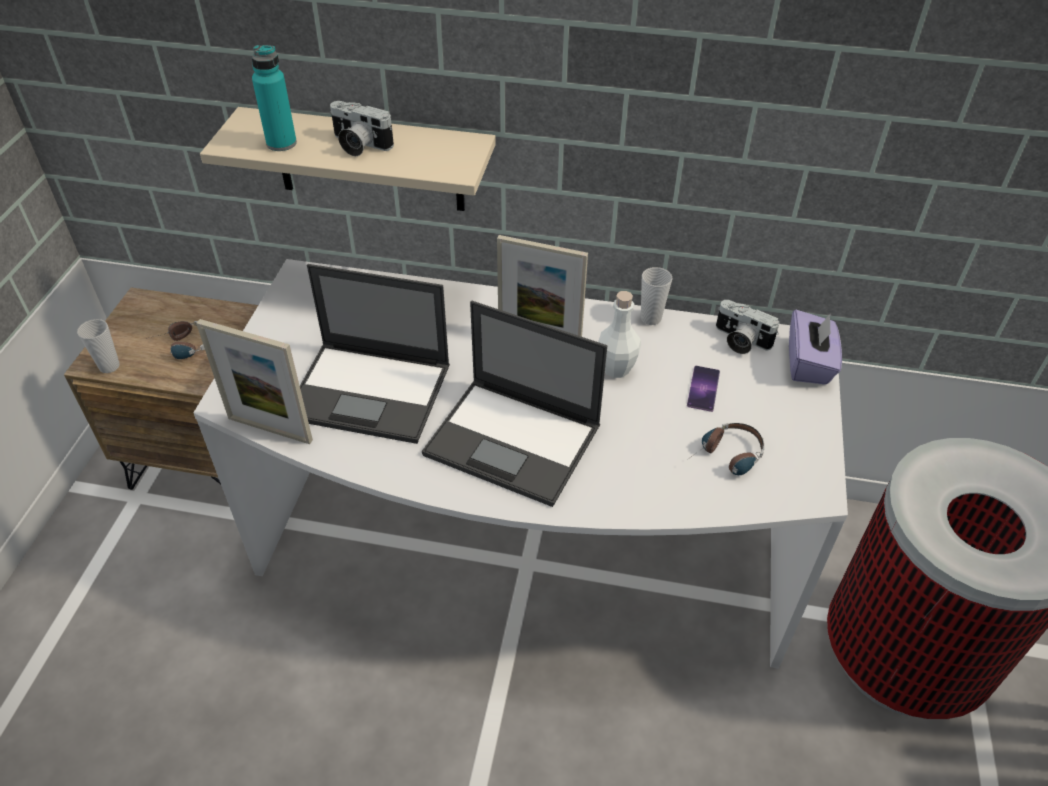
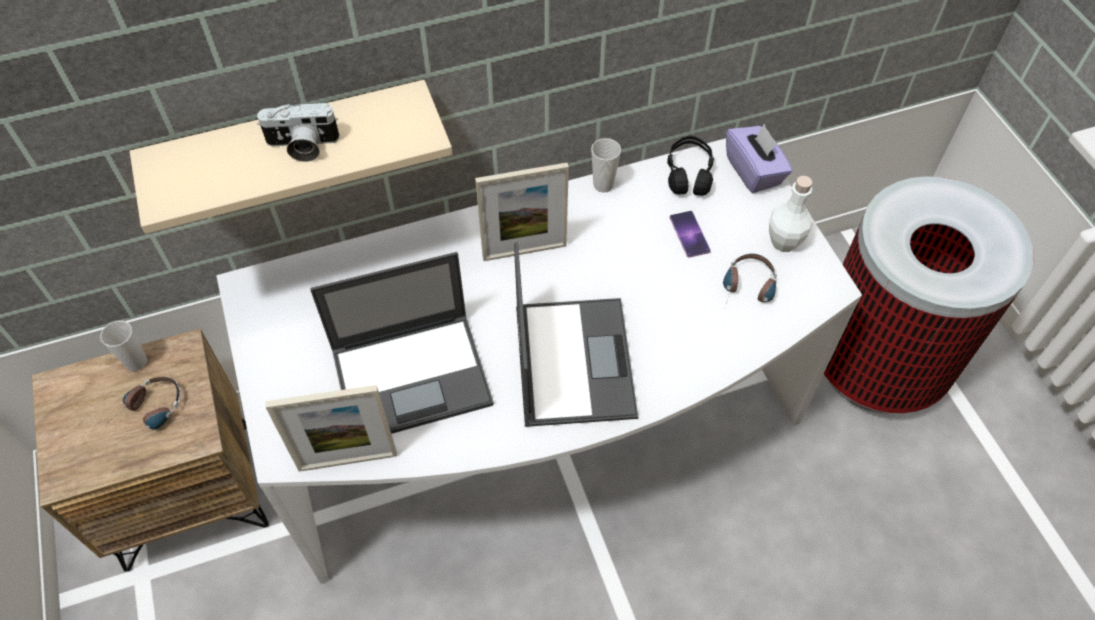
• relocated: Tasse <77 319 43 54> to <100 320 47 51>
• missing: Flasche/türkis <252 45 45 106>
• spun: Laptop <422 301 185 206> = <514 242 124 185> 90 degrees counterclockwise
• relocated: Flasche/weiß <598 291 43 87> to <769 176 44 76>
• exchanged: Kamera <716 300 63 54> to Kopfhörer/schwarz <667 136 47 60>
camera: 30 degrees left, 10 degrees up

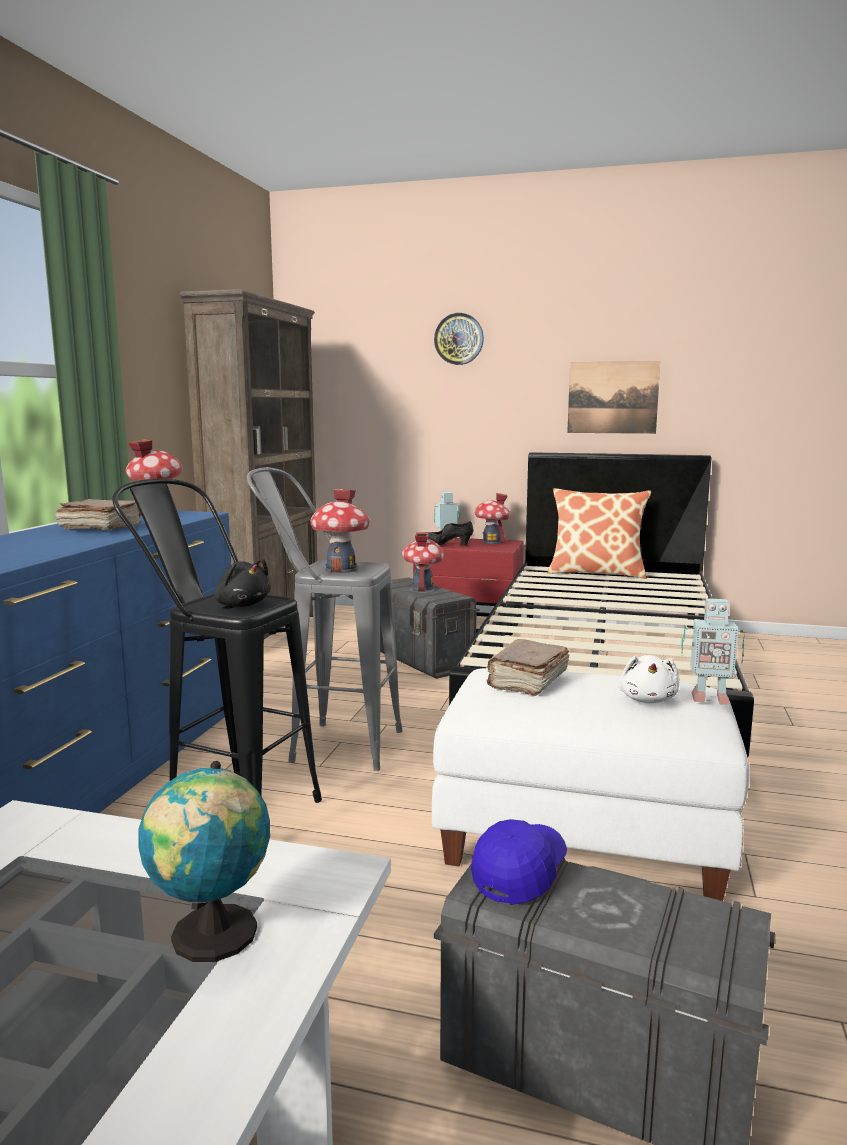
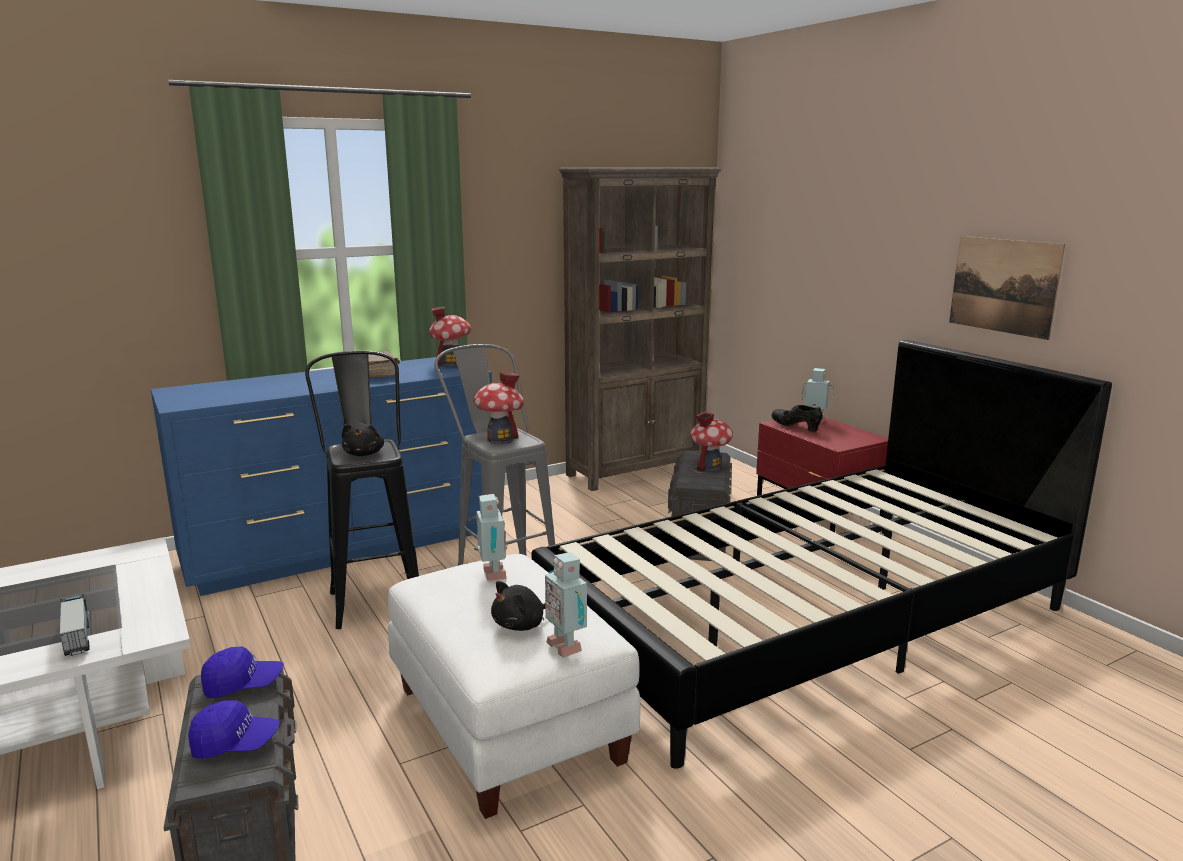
• exchanged: Globus <138 761 132 201> to Spielzeuglaster <60 594 30 62>
• missing: Wanduhr <434 313 50 52>
• missing: Spielzeughaus <474 493 36 51>
• exchanged: Buch/braun <487 639 83 57> to Spielzeugroboter <474 494 33 87>
• missing: Kissen <547 488 104 91>
• colour: Plüschtier/weiß <618 655 61 48> to Plüschtier/schwarz <491 581 55 50>
• appeared: Kappe/blau <188 700 91 59>
camera: 45 degrees right, 5 degrees up

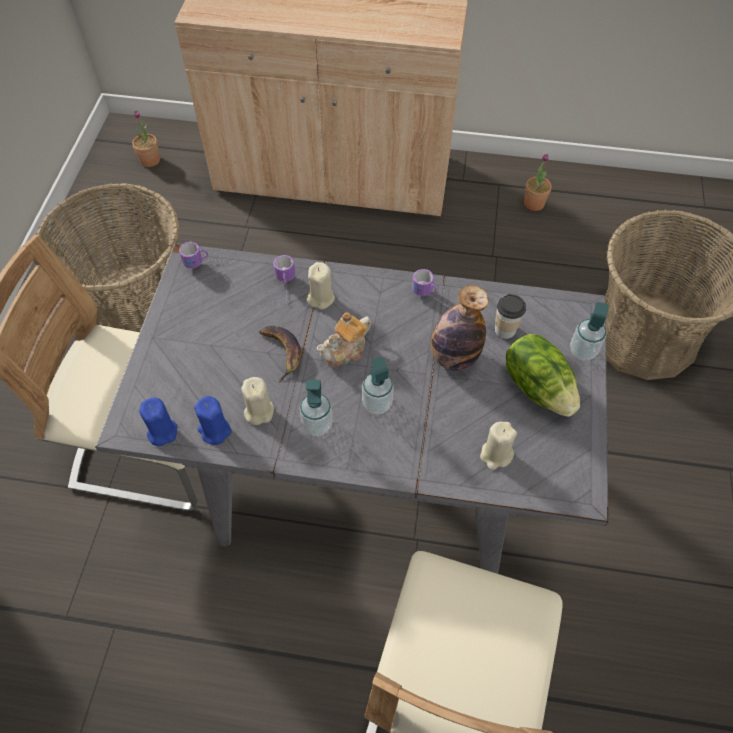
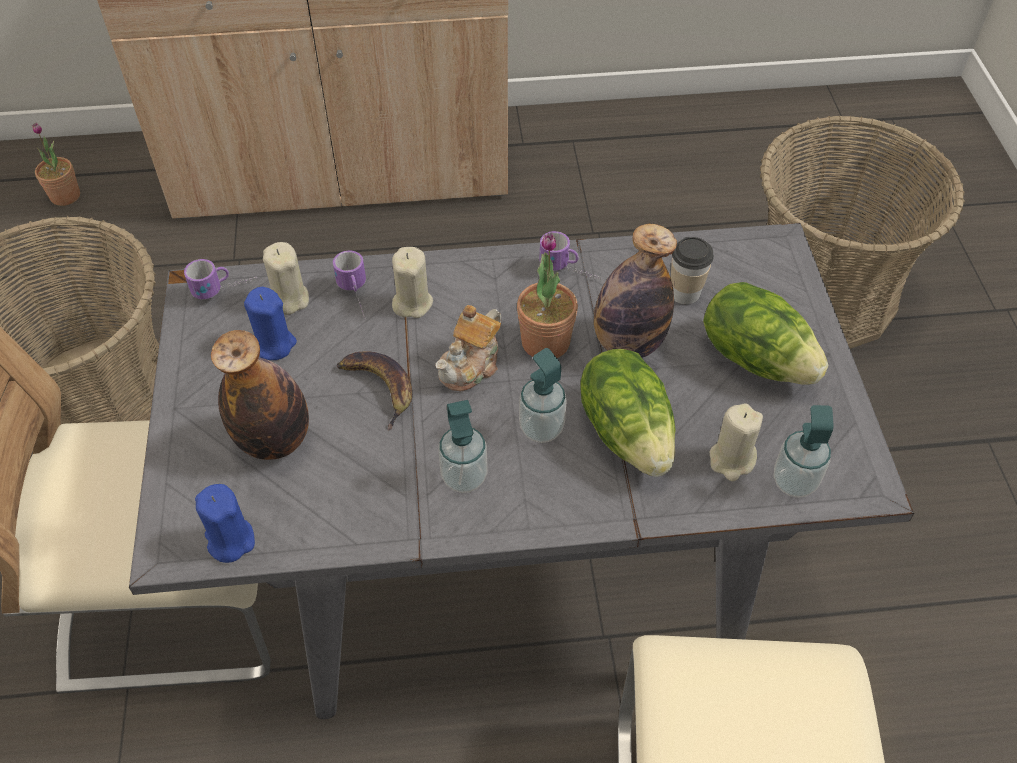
• relocated: Kerze/blau <194 396 37 49> to <244 287 53 73>
• relocated: Kerze/beige <242 377 32 48> to <263 242 46 73>
• relocated: Topfpflanze <524 154 28 57> to <517 233 61 125>
• relocated: Seifenspender <570 302 39 59> to <774 405 59 93>
• appeared: Flasche <211 330 98 130>
• appeared: Salatkopf <580 349 95 128>
camera: 15 degrees left, 5 degrees down

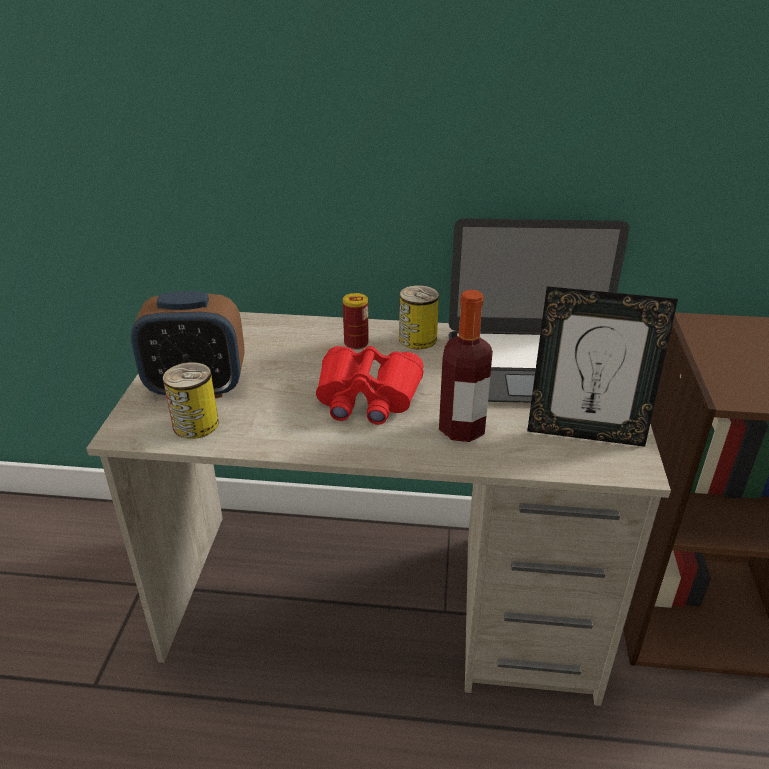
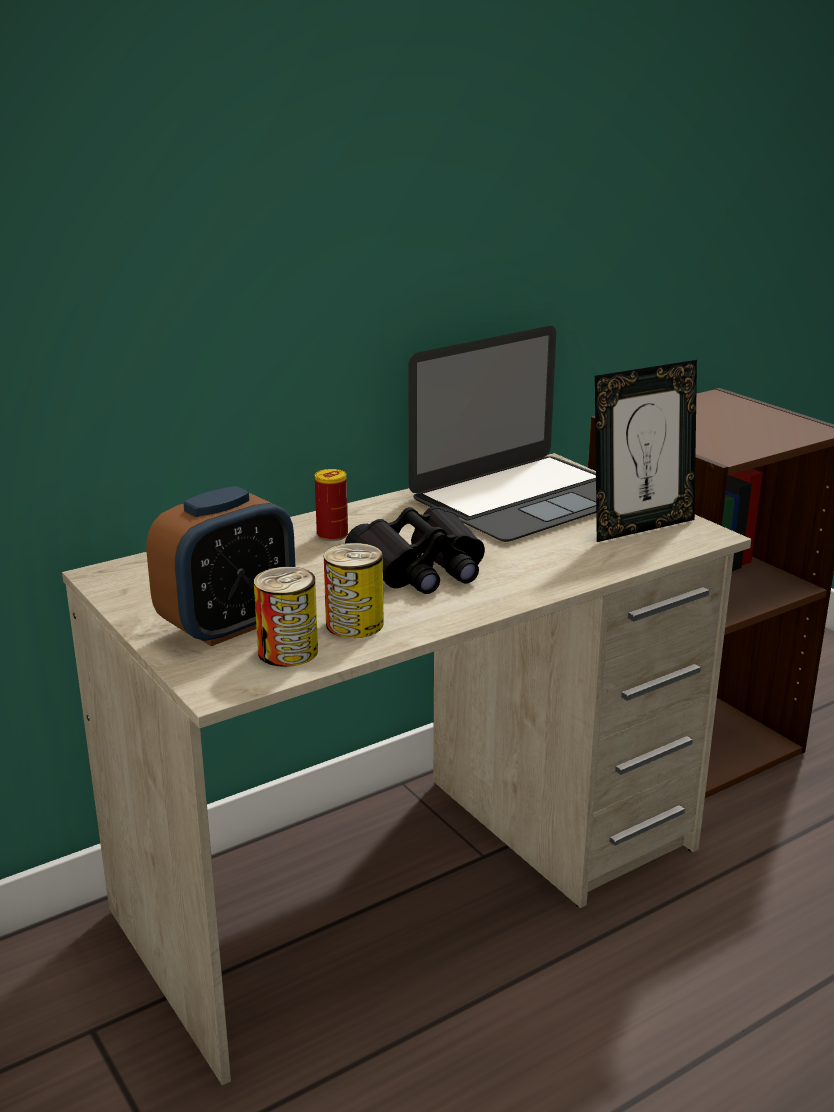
• colour: Fernglas/rot <316 346 107 79> to Fernglas/schwarz <345 506 140 88>
• relocated: Dose <399 285 40 64> to <324 543 60 95>
• missing: Flasche <439 290 54 152>
camera: 40 degrees left, 10 degrees down

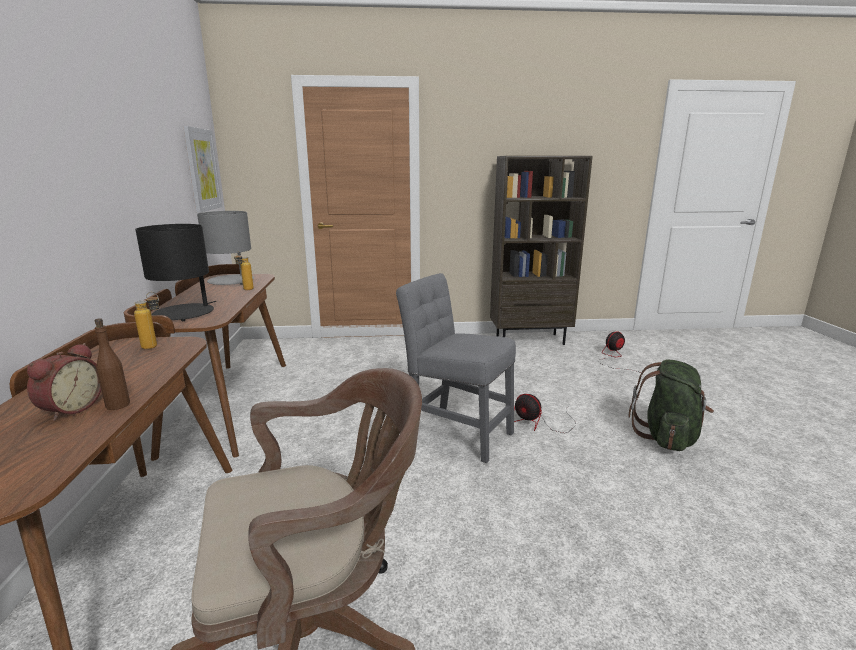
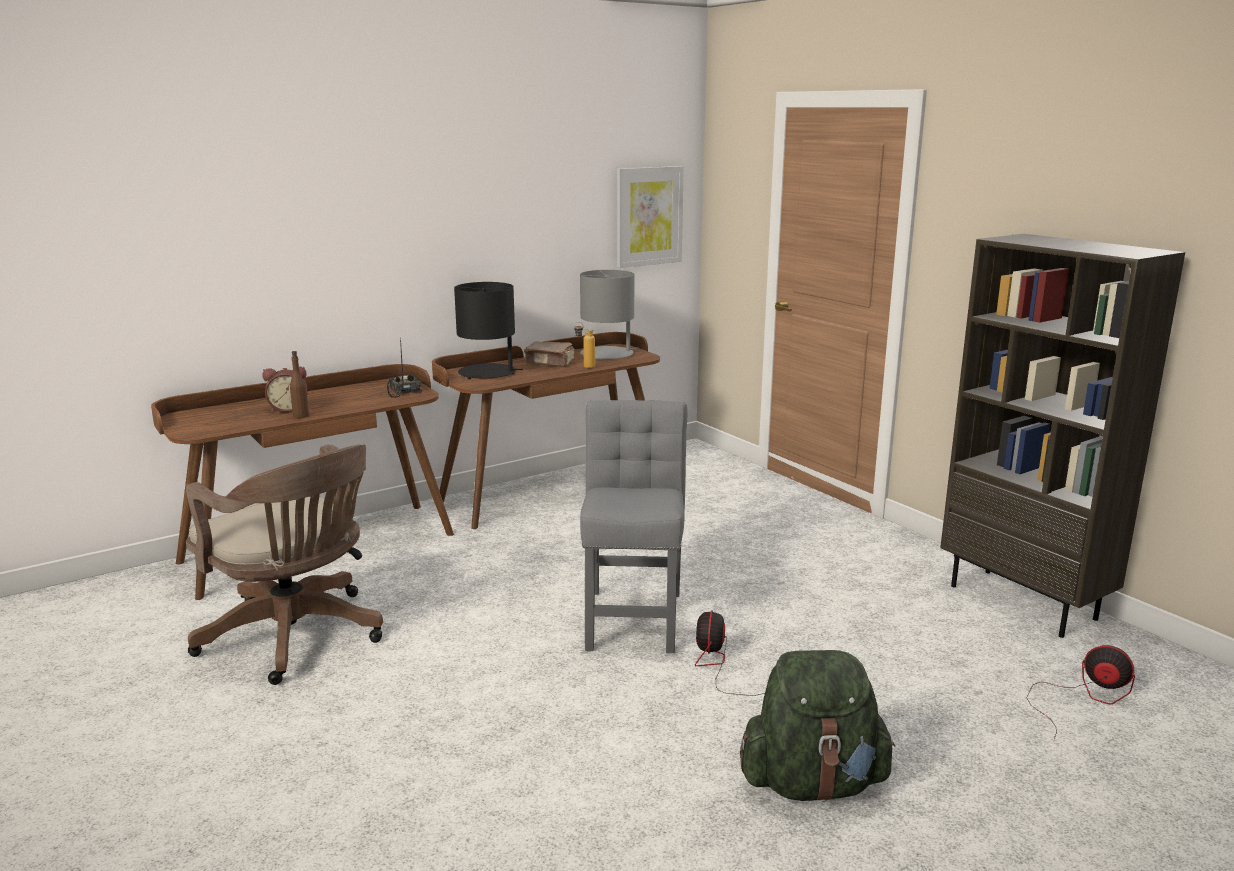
• exchanged: Flasche <134 292 25 57> to Radio <387 337 35 61>
• appeared: Buch/braun <524 342 51 25>
camera: 60 degrees right, 0 degrees up

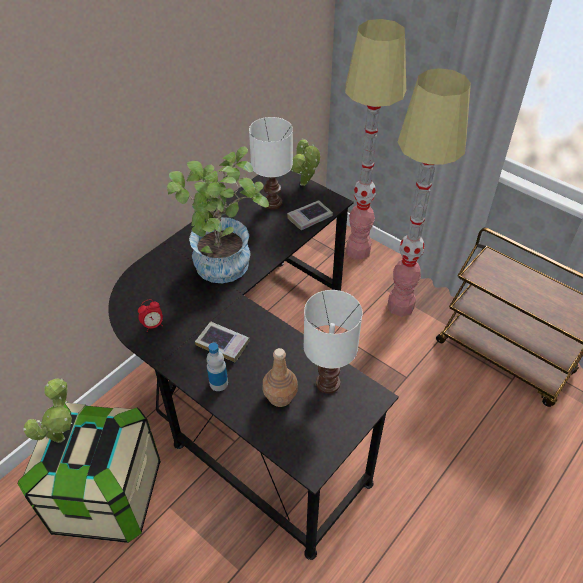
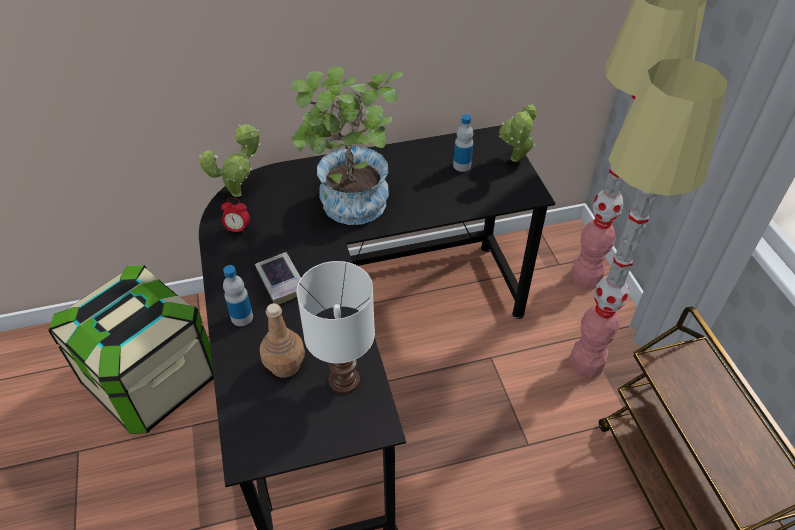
• relocated: Topfpflanze <23 379 49 64> to <199 125 61 72>
• exchanged: Tischlampe/weiß <249 117 44 92> to Flasche <453 114 20 58>
• missing: Buch <287 200 46 30>
camera: 35 degrees right, 0 degrees up

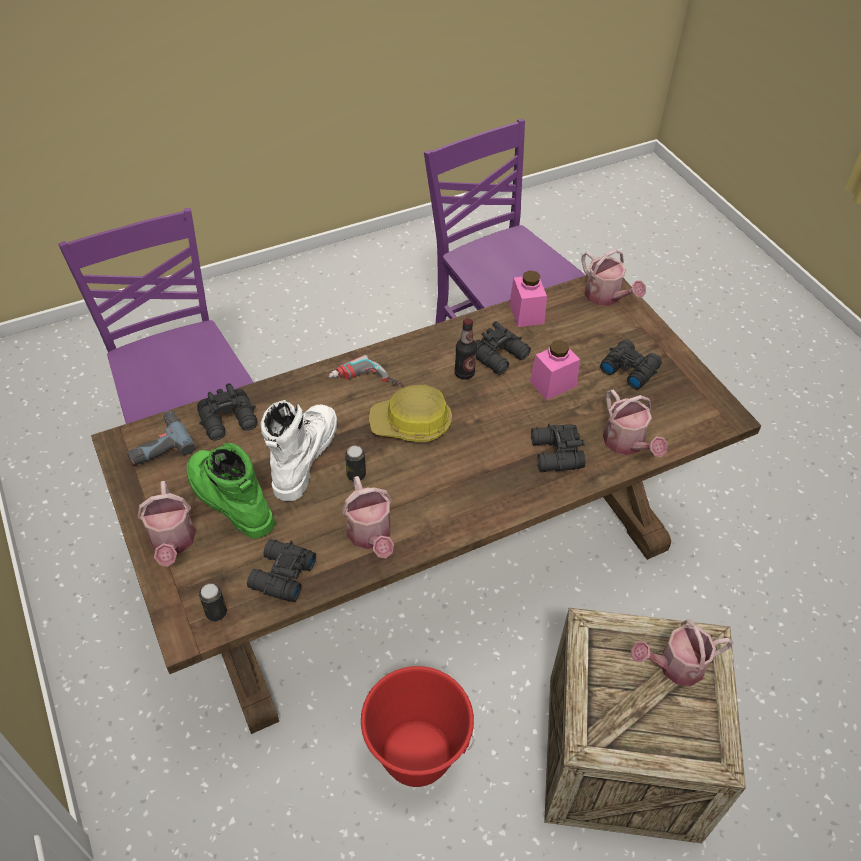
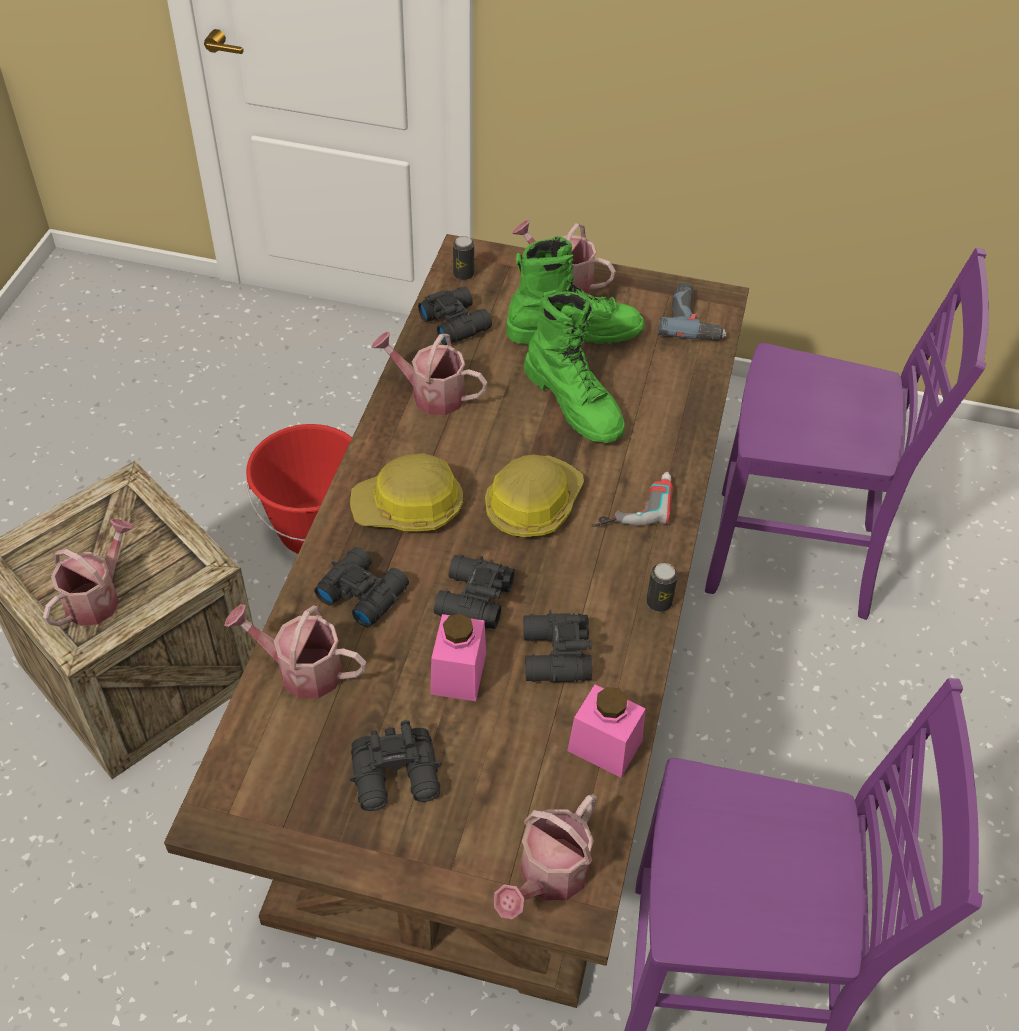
• relocated: Fernglas/schwarz <197 383 60 58> to <434 555 81 74>
• colour: Stiefel/weiß <260 400 77 101> to Stiefel/grün <524 290 101 153>
• relocated: Dose <345 446 21 35> to <646 563 32 49>
• missing: Flasche <454 318 23 62>
• spun: Gießkanne <581 250 65 56> = <494 794 103 125> 60 degrees counterclockwise
• appeared: Schutzhelm <350 453 113 78>
camera: 130 degrees right, 0 degrees up

